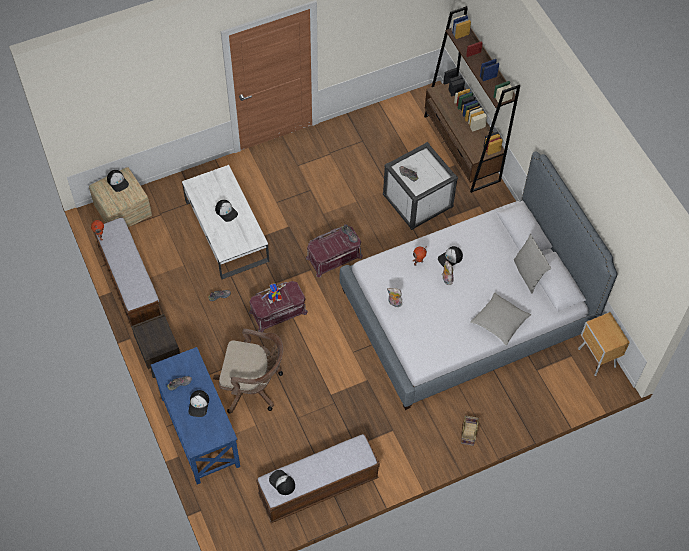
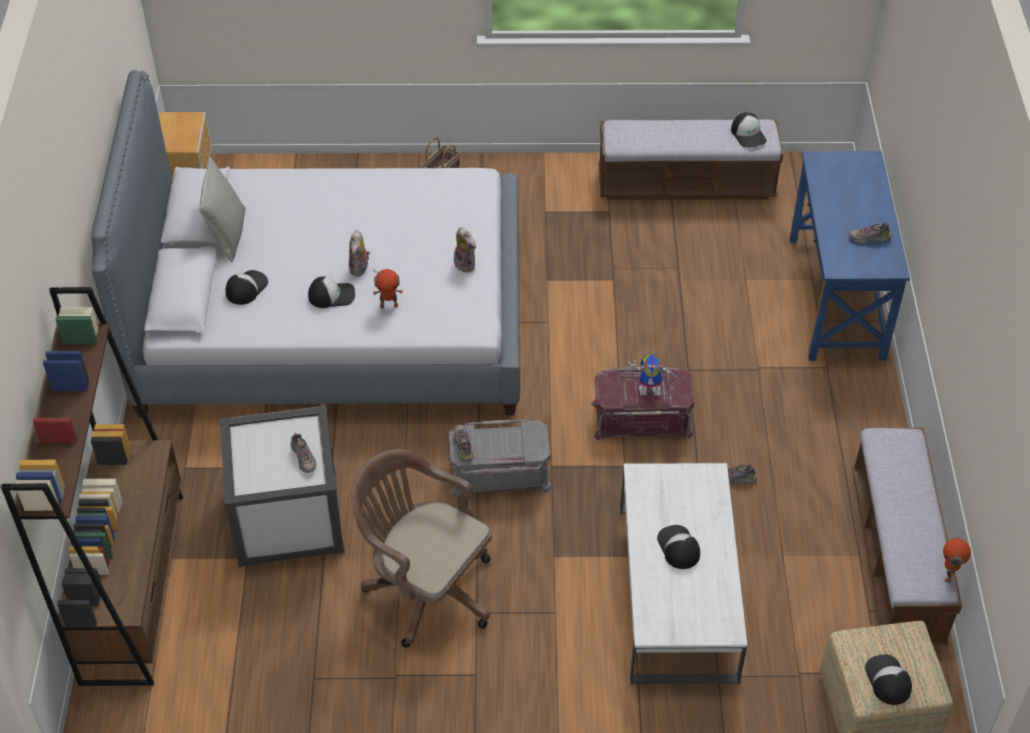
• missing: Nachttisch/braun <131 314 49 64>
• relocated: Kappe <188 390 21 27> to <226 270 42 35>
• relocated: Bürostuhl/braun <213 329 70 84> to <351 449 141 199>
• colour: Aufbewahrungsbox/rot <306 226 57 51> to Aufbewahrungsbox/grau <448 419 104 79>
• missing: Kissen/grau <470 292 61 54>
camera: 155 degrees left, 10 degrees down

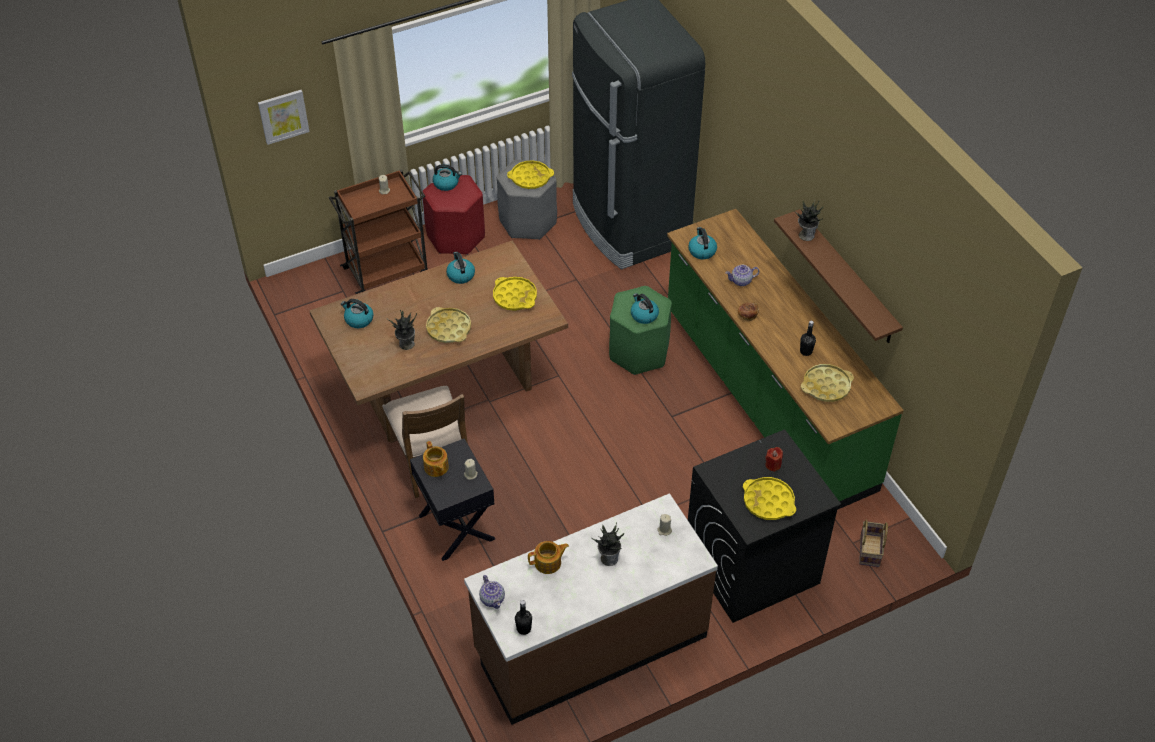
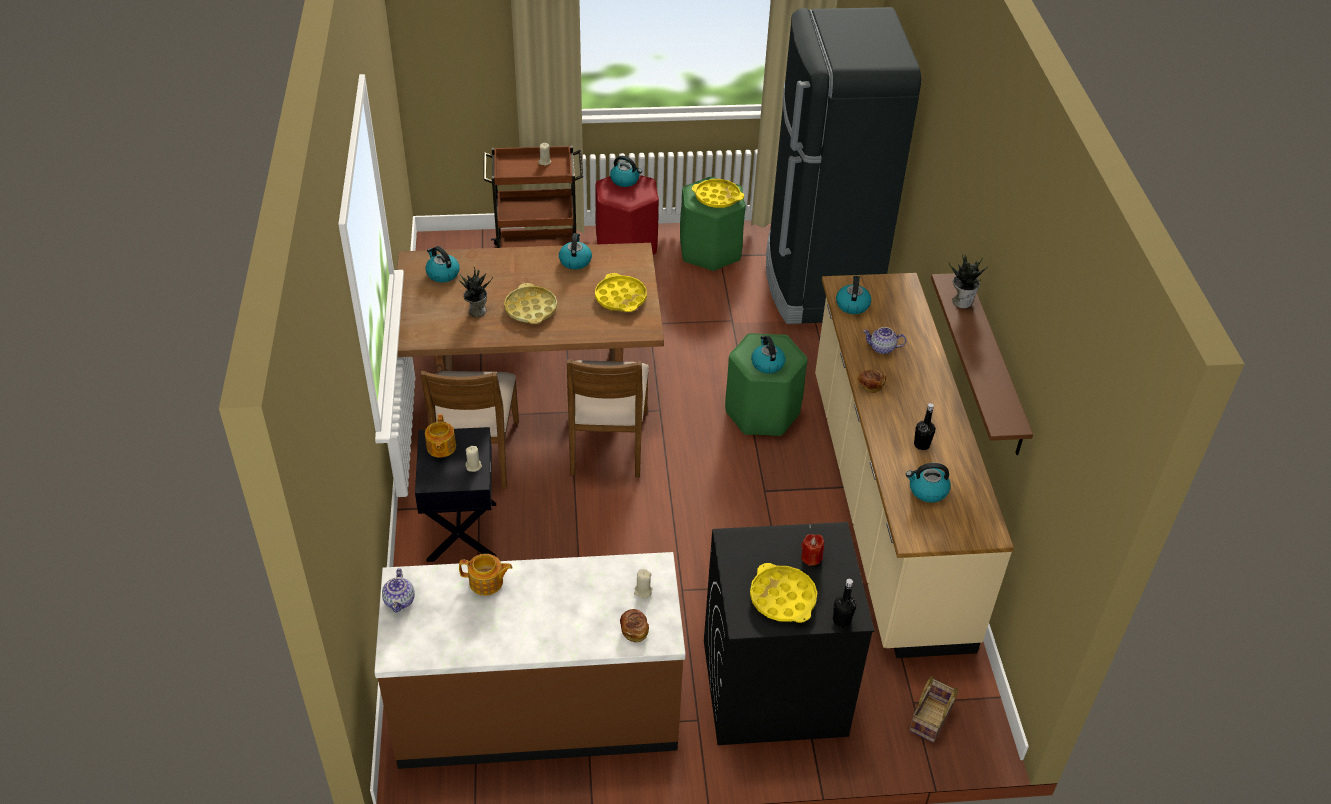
• missing: Bild <258 90 52 55>
• colour: Hocker/grau <497 160 60 80> to Hocker/grün <680 177 66 95>
• relocated: Flasche/schwarz <515 600 17 35> to <833 579 23 49>
• missing: Topfpflanze <591 523 33 43>
• colour: Küchenzeile/grün <667 209 237 301> to Küchenzeile/beige <815 273 199 385>
• exchanged: Tablett/gelb <801 364 53 38> to Wasserkessel <906 463 45 40>
• appeared: Stuhl/braun <567 359 82 118>
• appeared: Brot <620 609 29 33>
camera: 20 degrees right, 5 degrees down

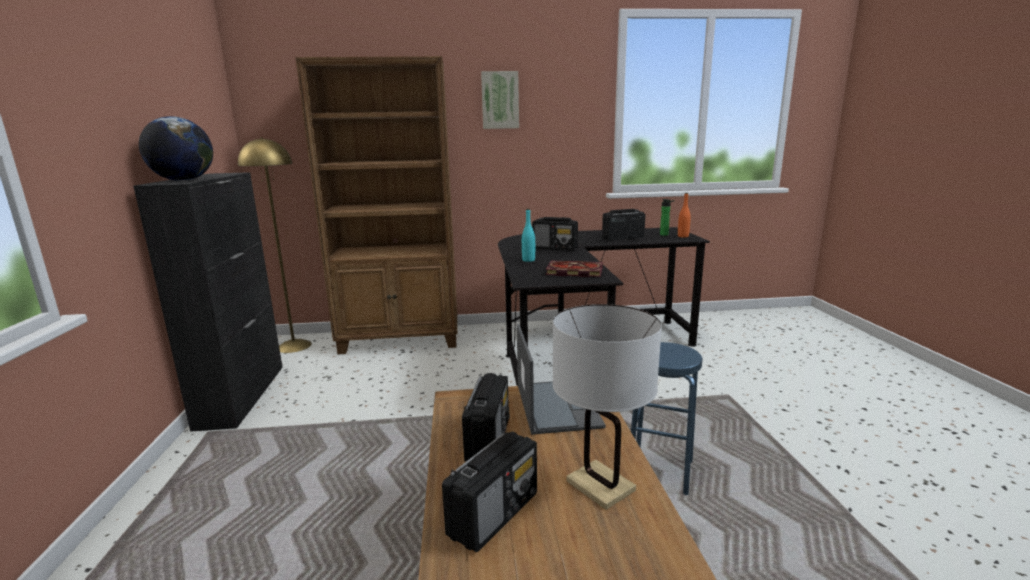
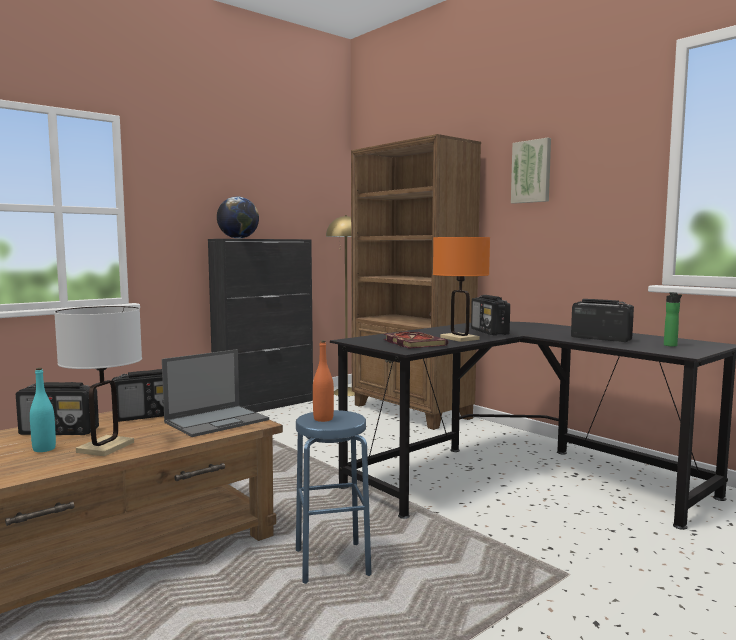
• relocated: Flasche/türkis <522 209 13 53> to <30 368 26 84>
• relocated: Flasche/orange <678 193 13 45> to <313 341 21 81>
• appeared: Tischlampe/orange <433 237 57 105>
camera: 55 degrees right, 10 degrees down

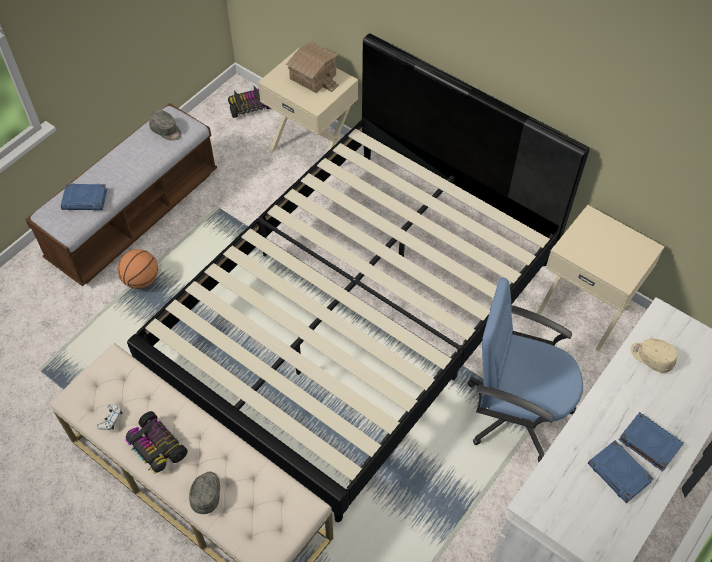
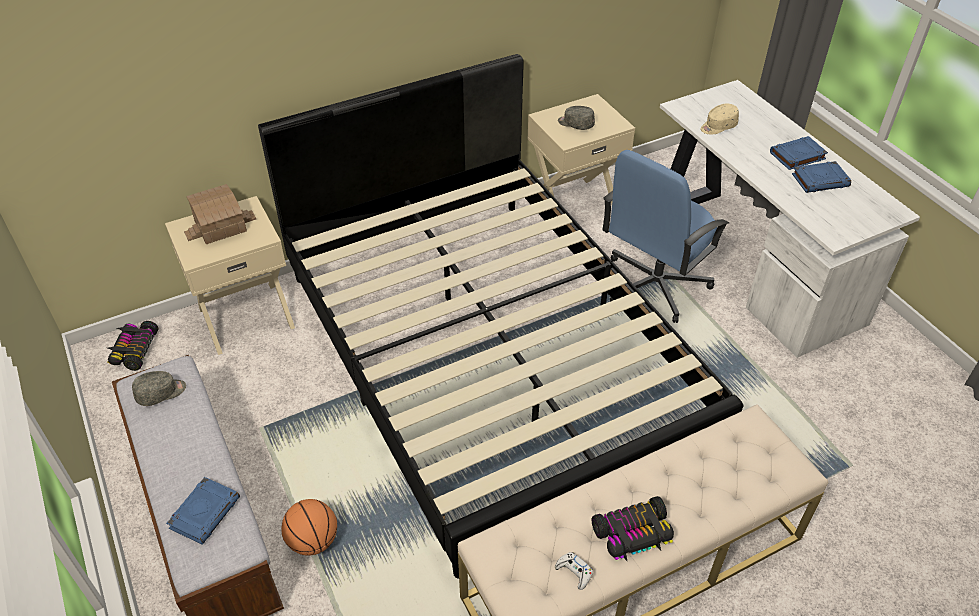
• relocated: Kappe/grau <189 472 31 42> to <558 106 37 24>
camera: 65 degrees left, 10 degrees down

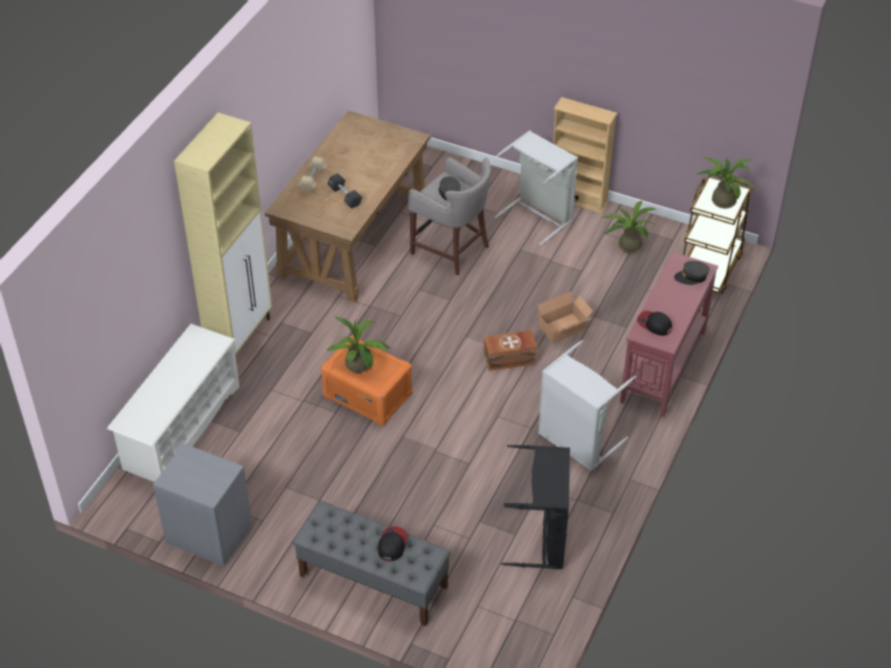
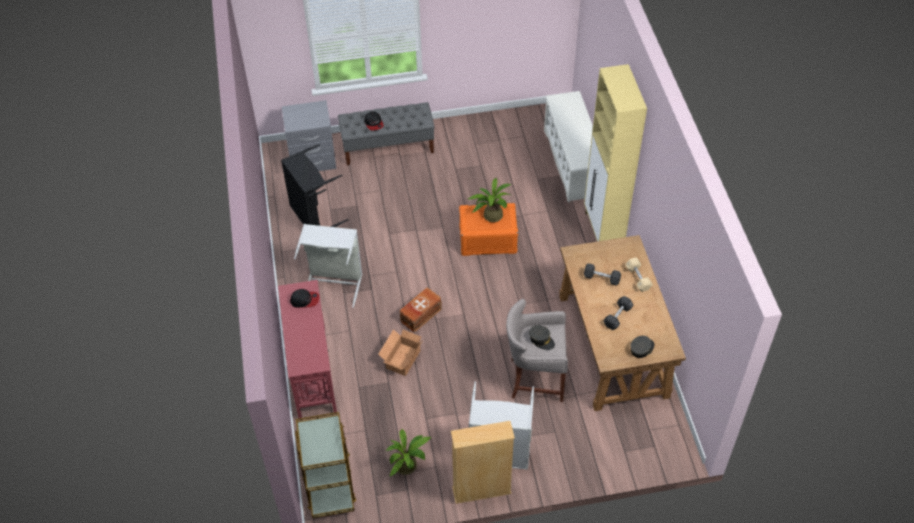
• relocated: Nachttisch/grau <153 444 98 122> to <282 100 54 71>
• relocated: Kappe/grau <674 261 36 24> to <630 336 24 22>
• missing: Topfpflanze <697 157 59 51>
• appeared: Hantel/schwarz <603 296 31 34>
camera: 145 degrees right, 5 degrees up

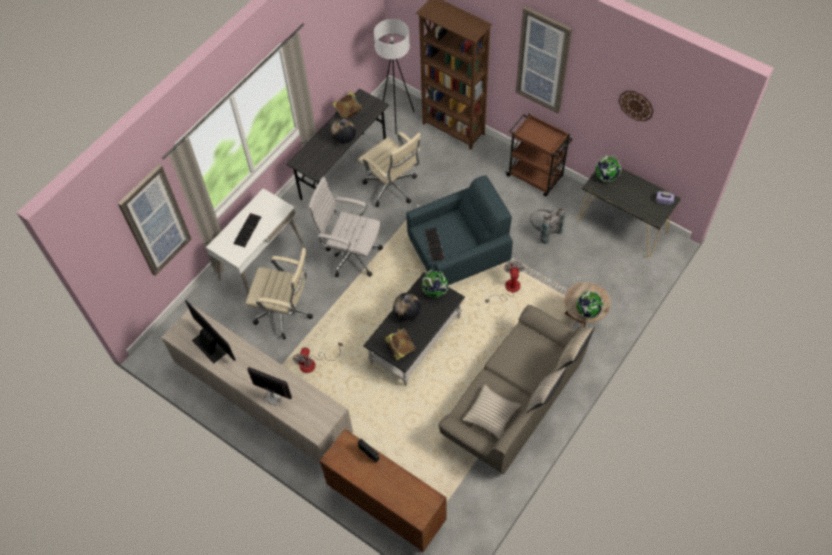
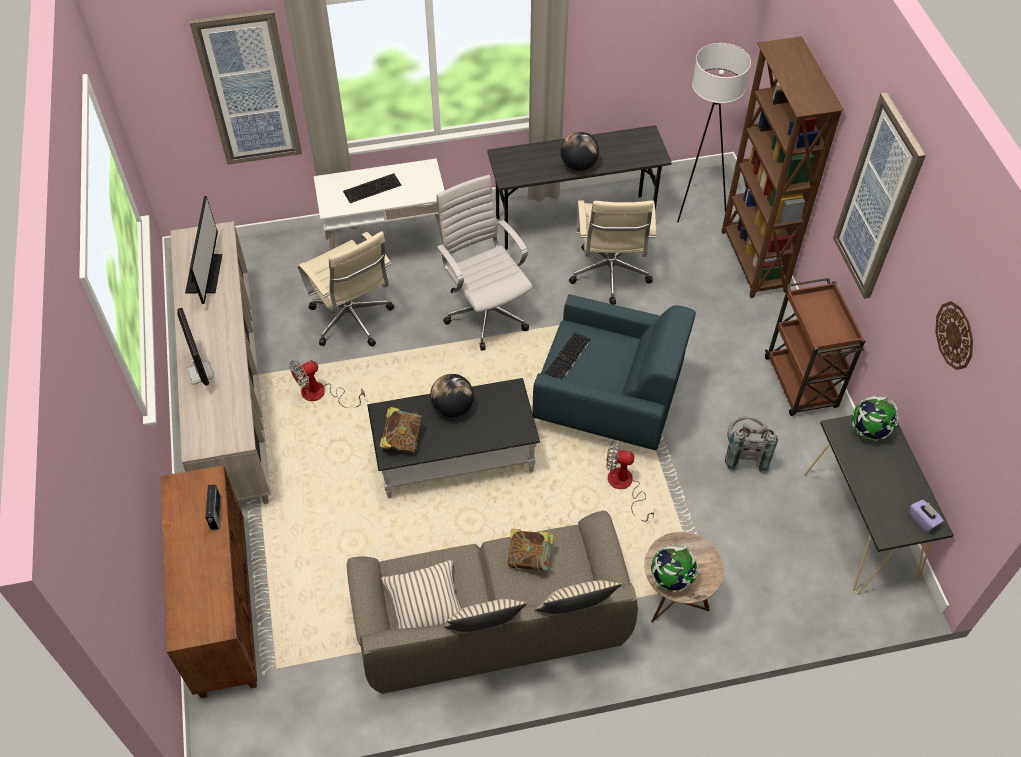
• relocated: Buch <333 91 30 28> to <507 528 47 43>
• missing: Globus <422 269 27 29>
• spun: Ventilator <485 261 39 42> = <606 440 49 82> 120 degrees counterclockwise
camera: 40 degrees right, 5 degrees down

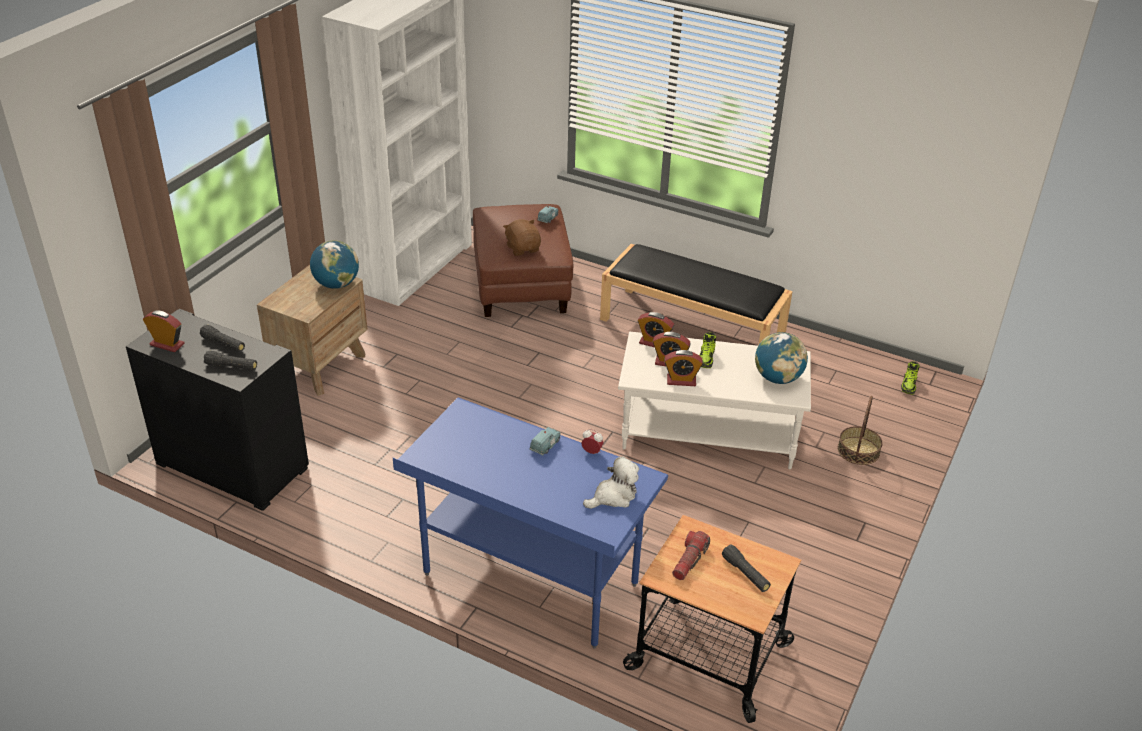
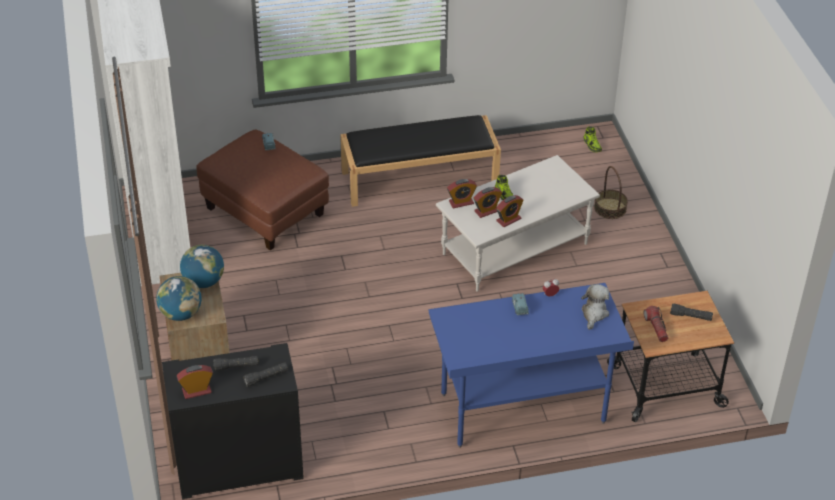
• missing: Plüschtier/braun <503 219 38 37>
• relocated: Globus <755 332 53 52> to <156 276 46 45>
camera: 40 degrees left, 5 degrees up

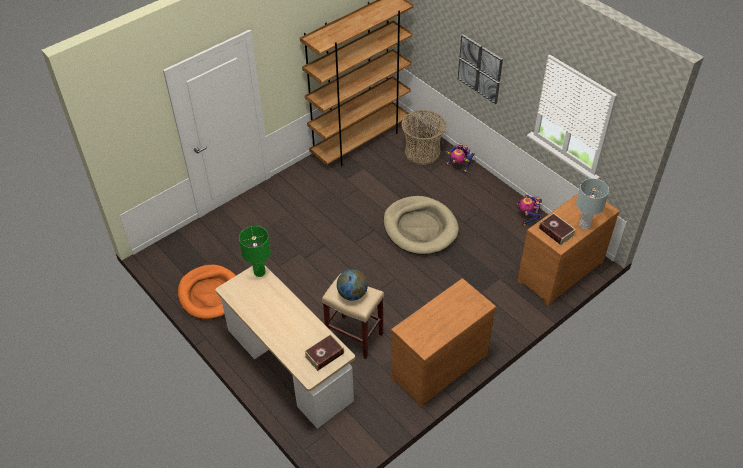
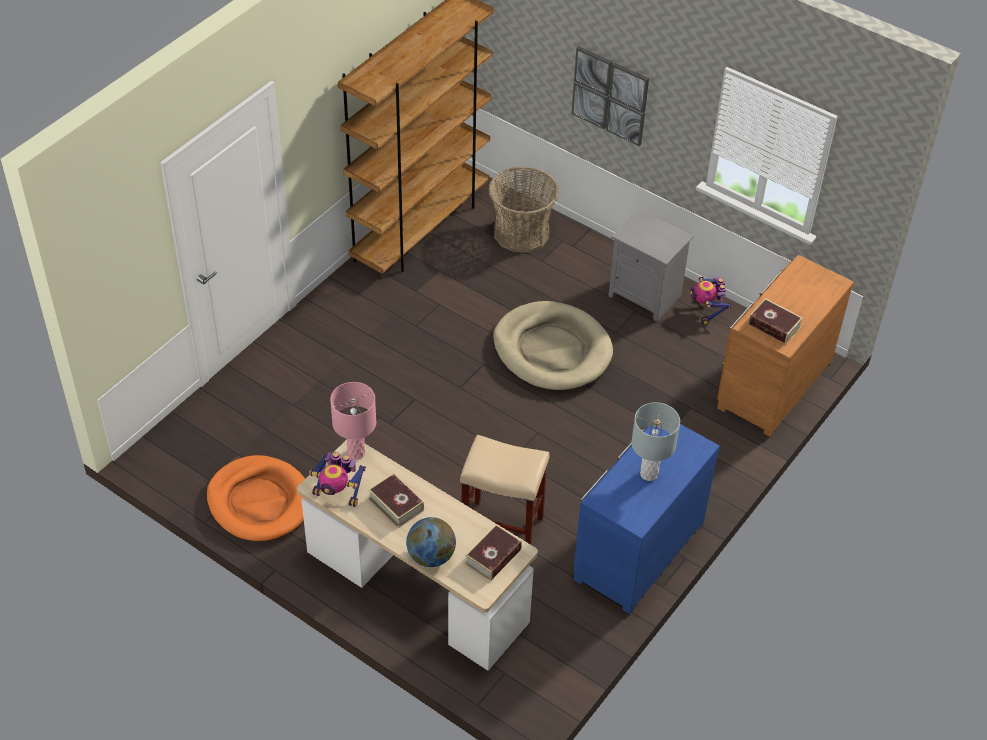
• colour: Tischlampe/grün <239 226 32 51> to Tischlampe/rosa <330 382 46 78>
• relocated: Globus <337 269 31 32> to <406 517 50 50>
• colour: Kommode/braun <391 278 105 130> to Kommode/blau <574 424 146 190>
• relocated: Spielzeugroboter <446 143 29 30> to <309 452 57 55>
• relocated: Tischlampe/grau <576 178 33 51> to <631 402 49 79>
• appeared: Buch <368 473 56 55>
• appeared: Nachttisch/grau <608 209 86 113>
camera: 15 degrees left, 0 degrees up

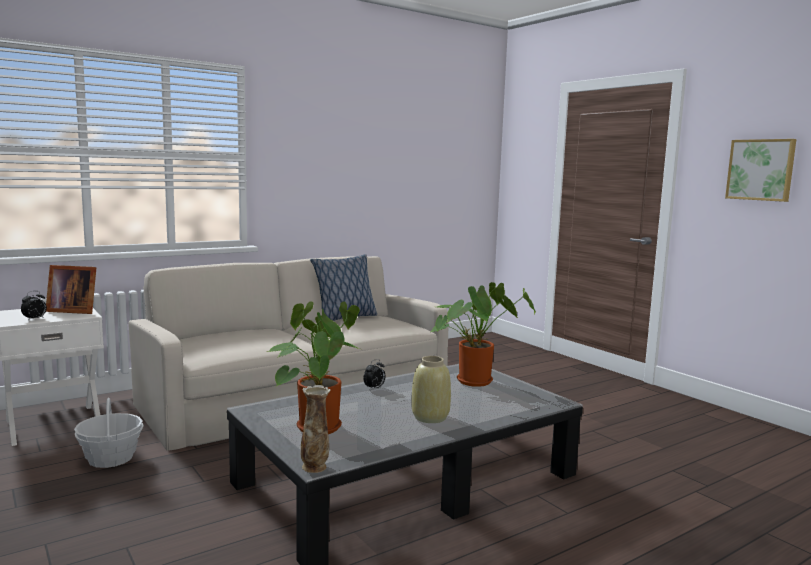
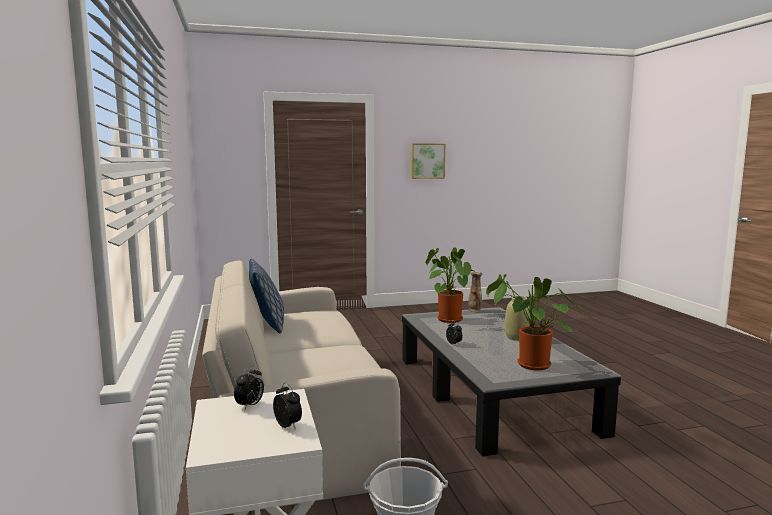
• exchanged: Bilderrahmen <46 265 50 49> to Wecker <234 366 30 43>
• relocated: Vase <300 385 30 88> to <468 271 15 41>
camera: 70 degrees left, 0 degrees up

